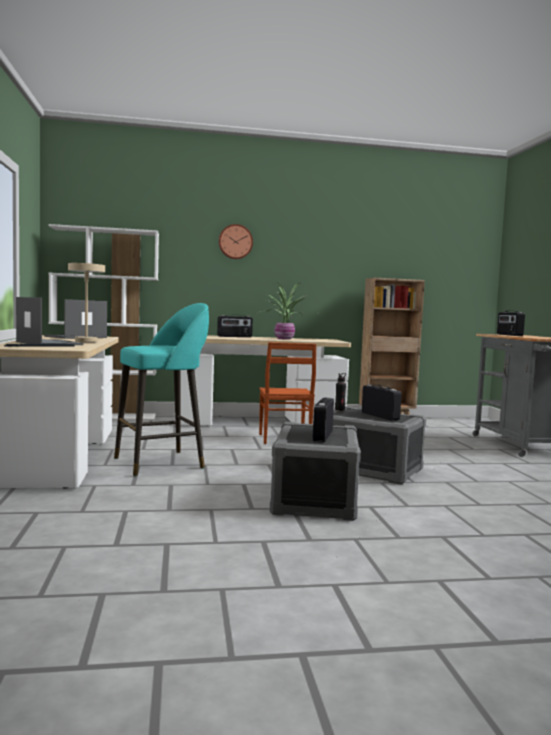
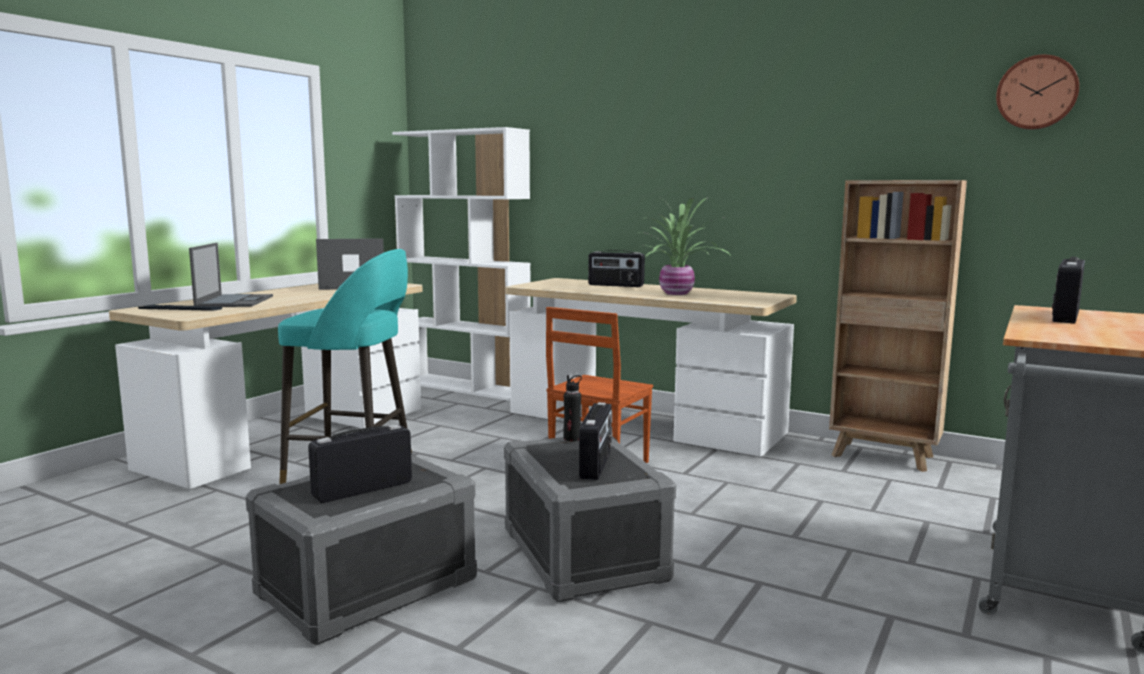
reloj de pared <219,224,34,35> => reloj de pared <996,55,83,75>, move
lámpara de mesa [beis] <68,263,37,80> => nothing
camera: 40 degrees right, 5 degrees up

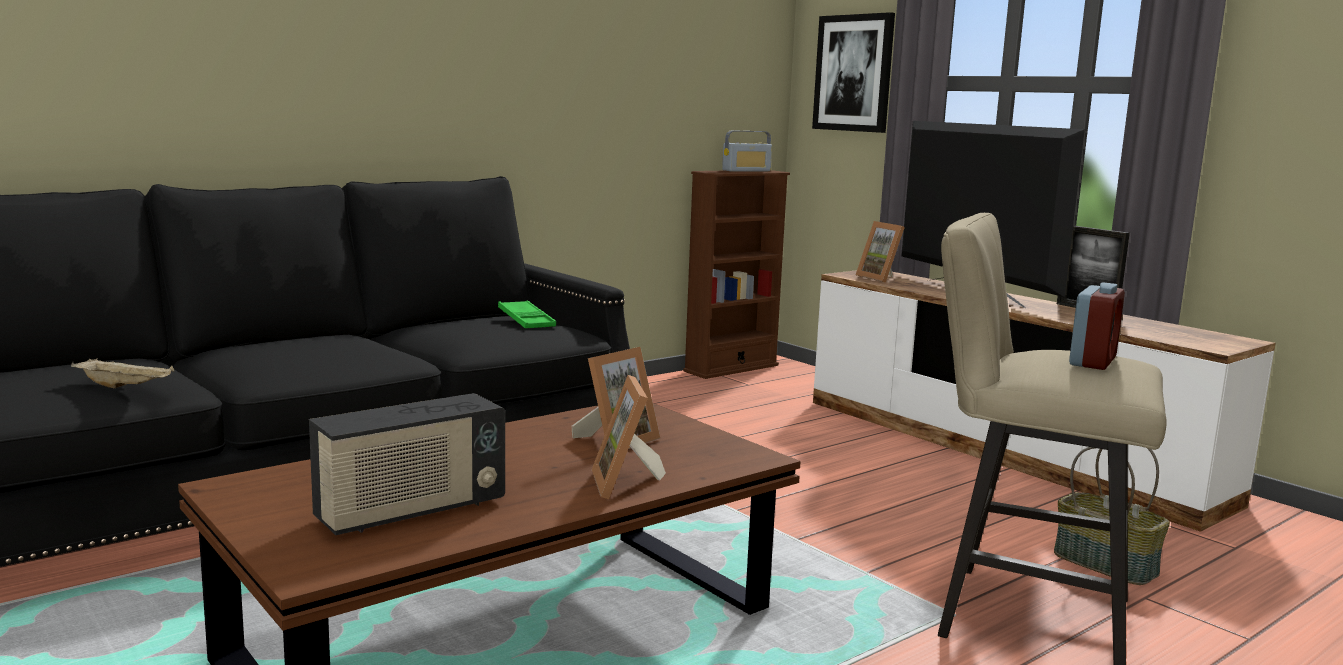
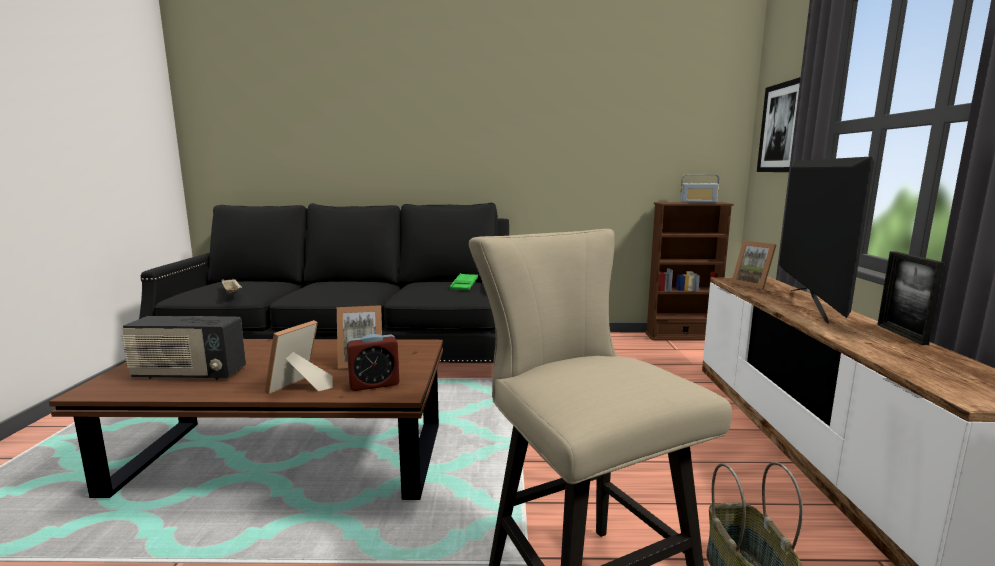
portarretratos <856,221,49,62> => portarretratos <731,240,45,50>, 45 degrees counterclockwise
despertador <1069,282,56,88> => despertador <346,334,53,57>, move
camera: 40 degrees right, 0 degrees up

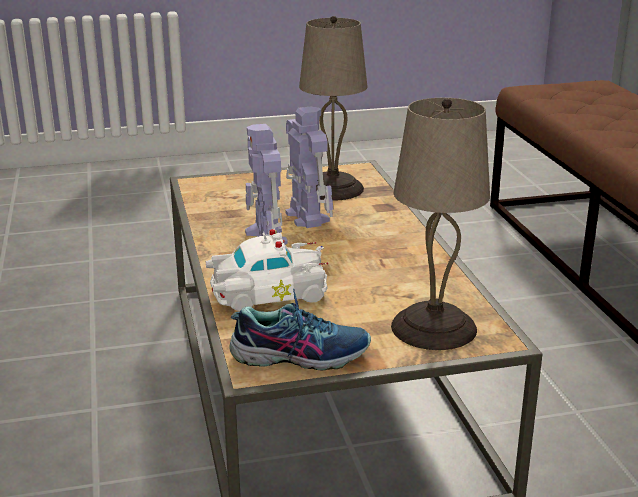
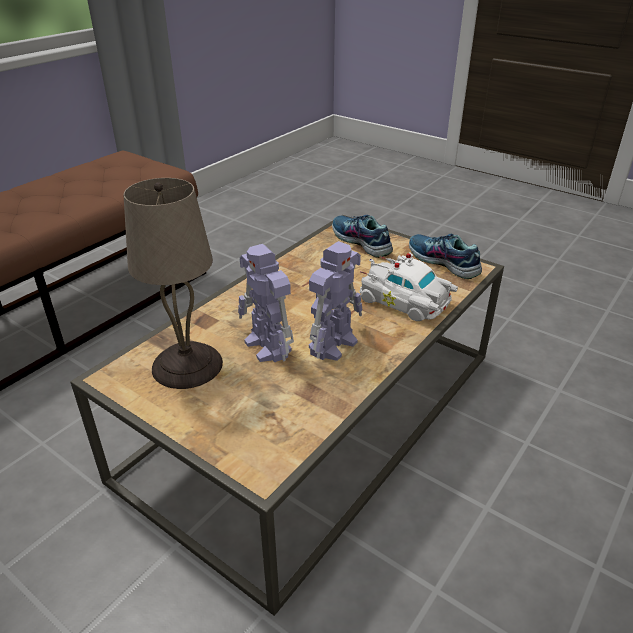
lámpara de mesa [beis] <391,98,99,252> => zapato <332,215,61,43>
robot de juguete <286,106,47,122> => robot de juguete <238,244,56,119>, 60 degrees counterclockwise
camera: 130 degrees left, 10 degrees up

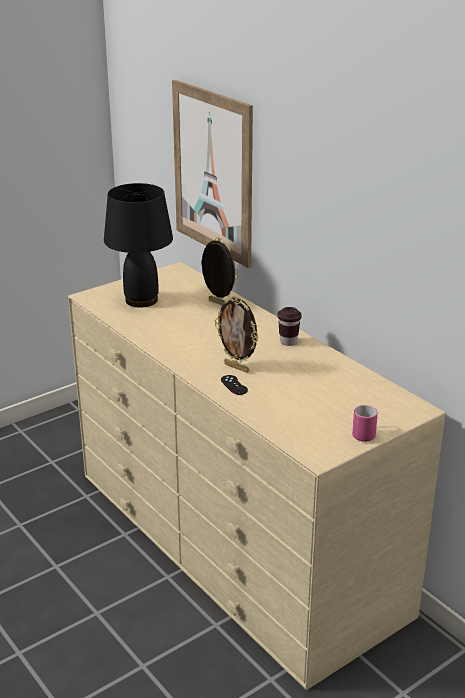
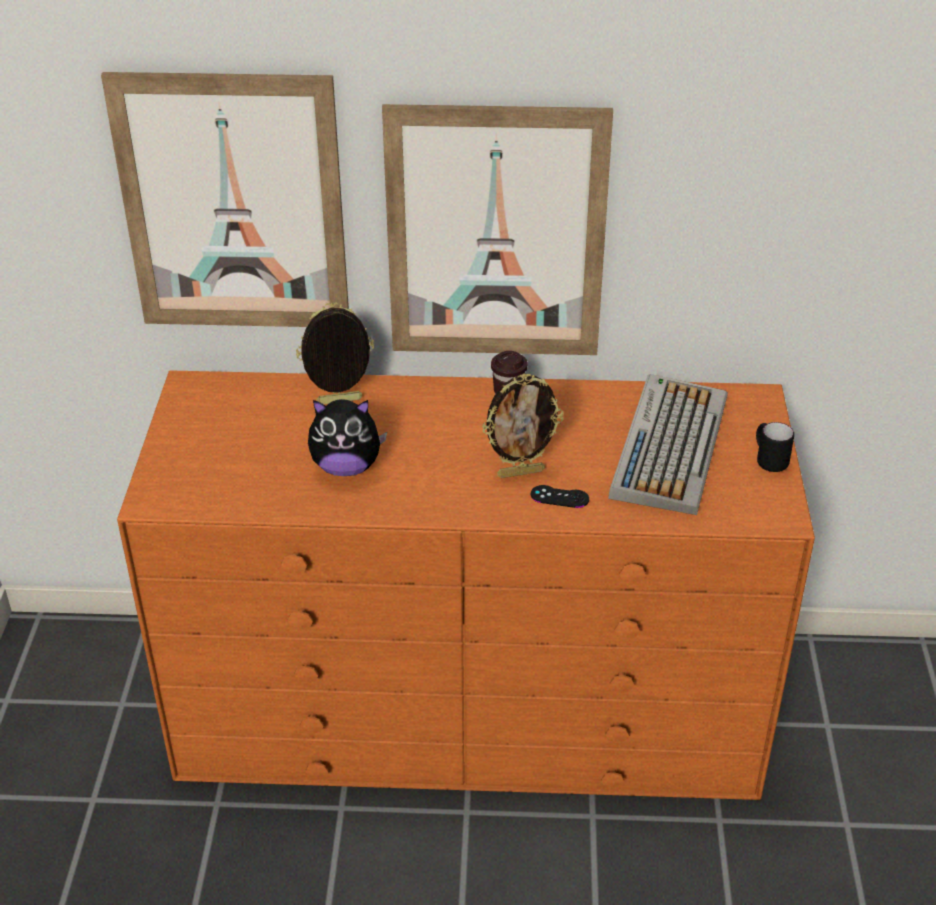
lámpara de mesa [negro] <104,183,69,125> => nothing
cómoda [beis] <68,262,378,428> => cómoda [naranja] <117,370,698,430>
taza grande [rosa] <352,405,26,37> => taza grande [negro] <756,422,38,50>
nothing => cuadro <382,104,231,251>
nothing => teclado <608,374,120,141>
nothing => peluche <308,399,79,77>
camera: 50 degrees left, 10 degrees up

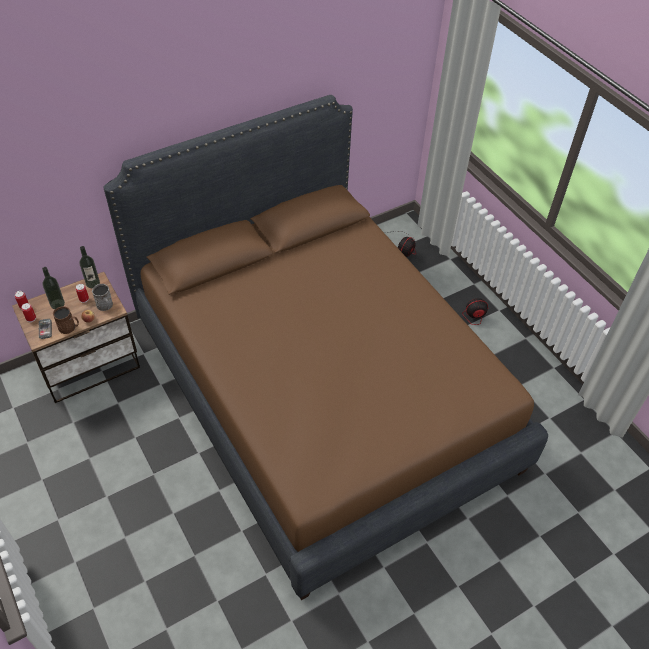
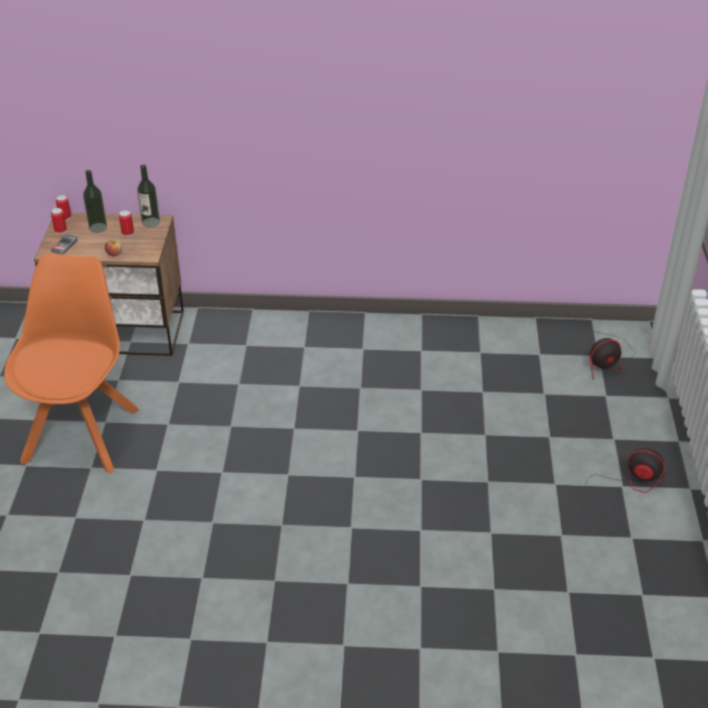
cama [marrón] <104,95,444,505> => nothing
taza grande [gris] <92,284,21,27> => nothing
taza grande [marrón] <53,306,26,28> => nothing
nothing => silla [naranja] <4,253,135,221>
camera: 35 degrees right, 10 degrees down

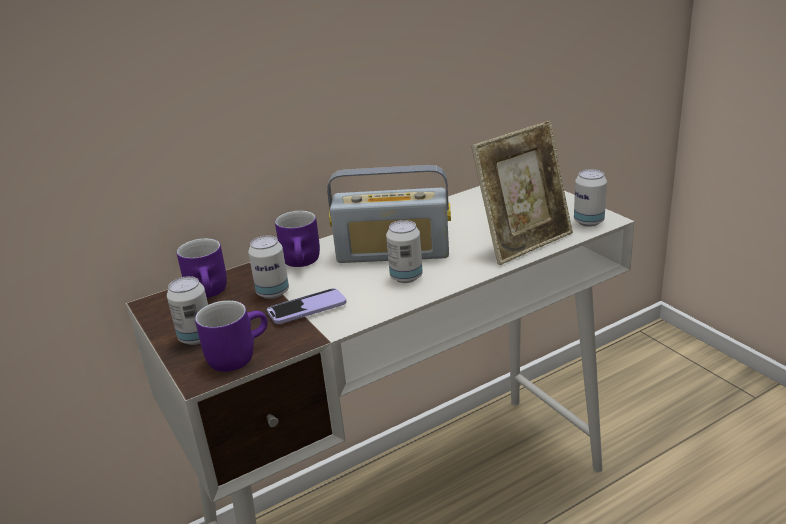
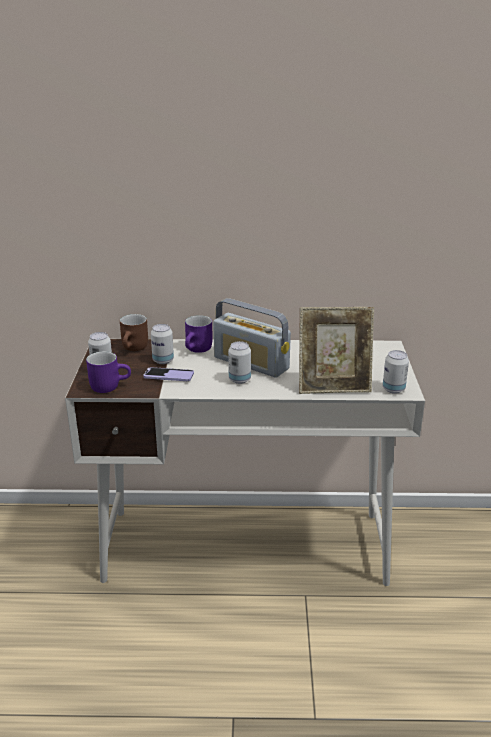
taza grande [morado] <177,238,50,60> => taza grande [marrón] <120,314,28,37>
camera: 30 degrees right, 0 degrees up

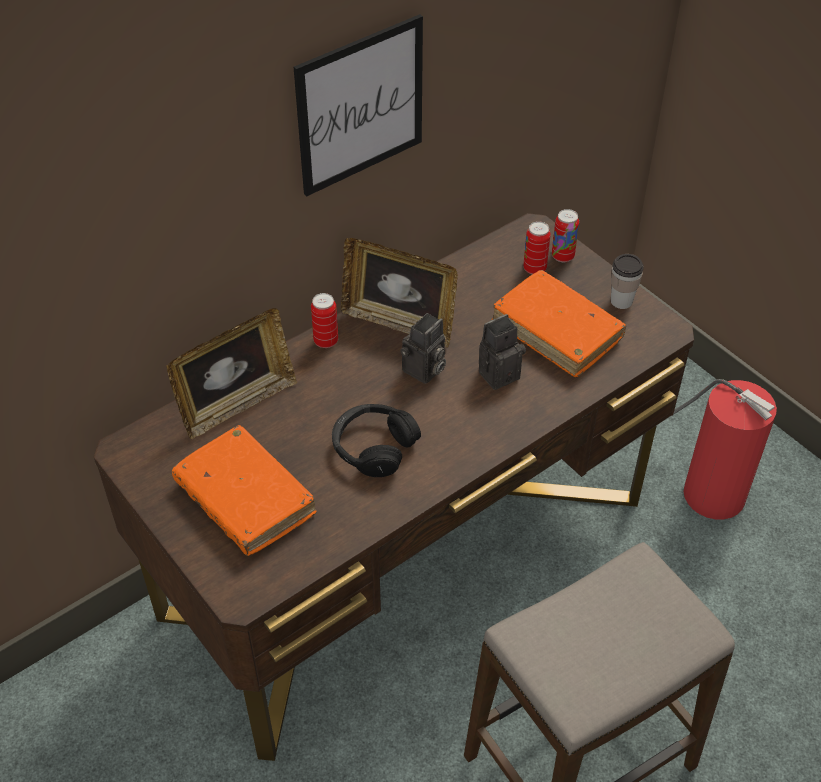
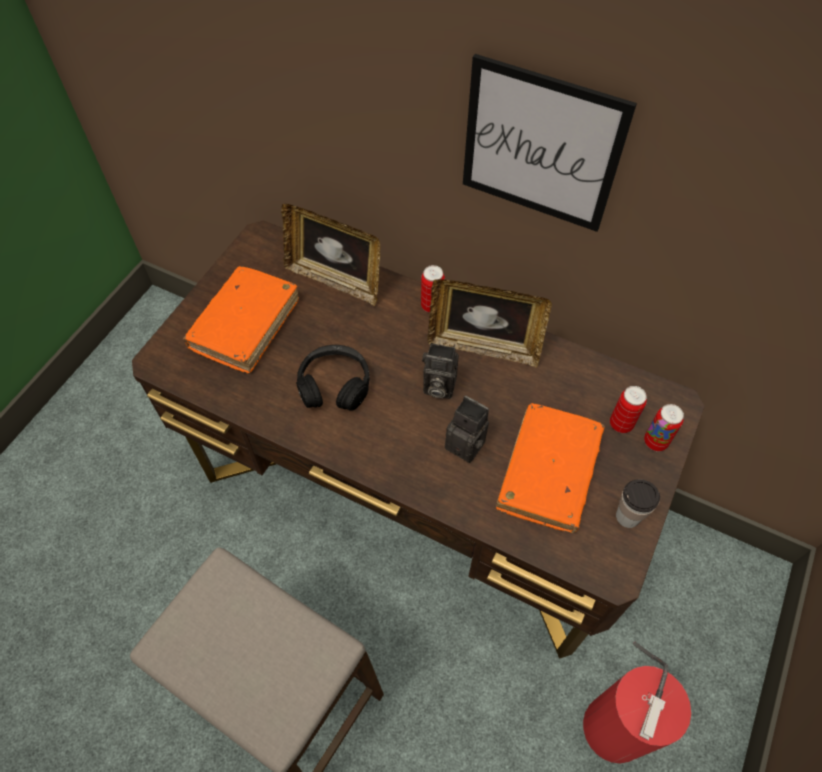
portarretratos <341,238,117,109> => portarretratos <427,279,125,88>, 75 degrees counterclockwise
camera: 65 degrees right, 10 degrees up

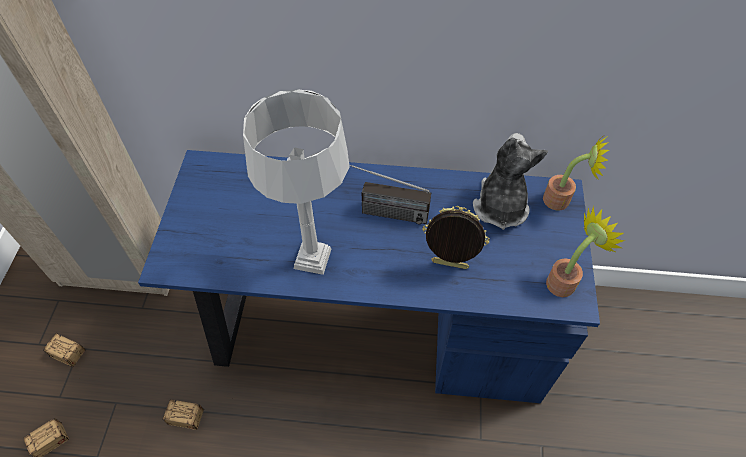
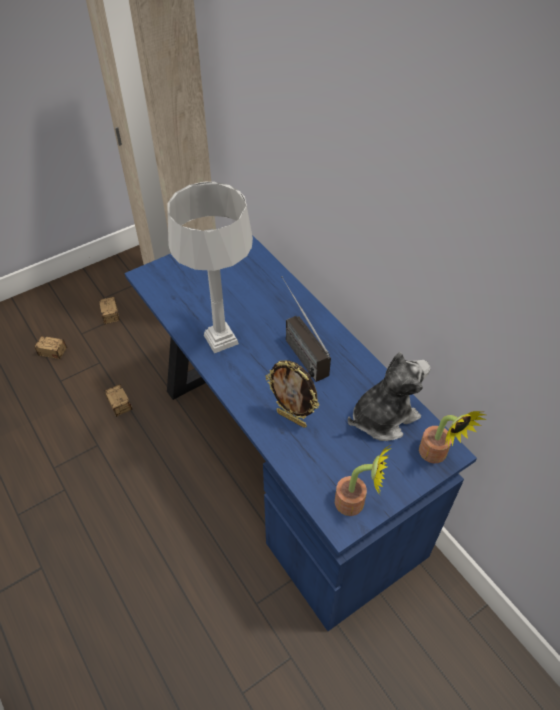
portarretratos <422,206,68,63> => portarretratos <265,360,54,68>, 150 degrees clockwise
camera: 50 degrees right, 5 degrees down

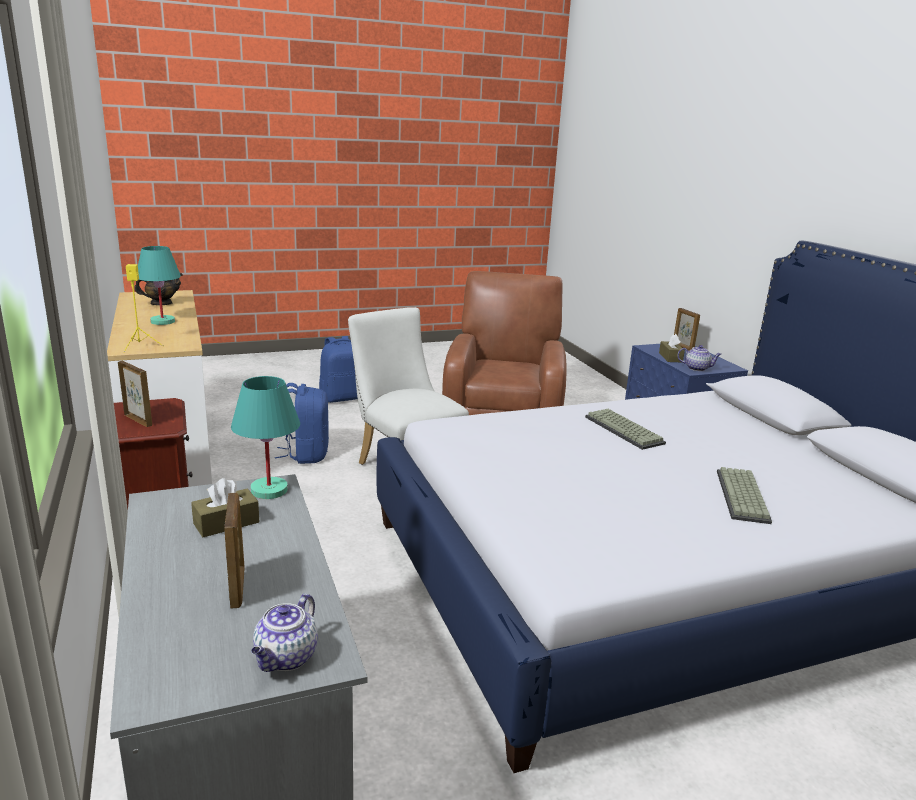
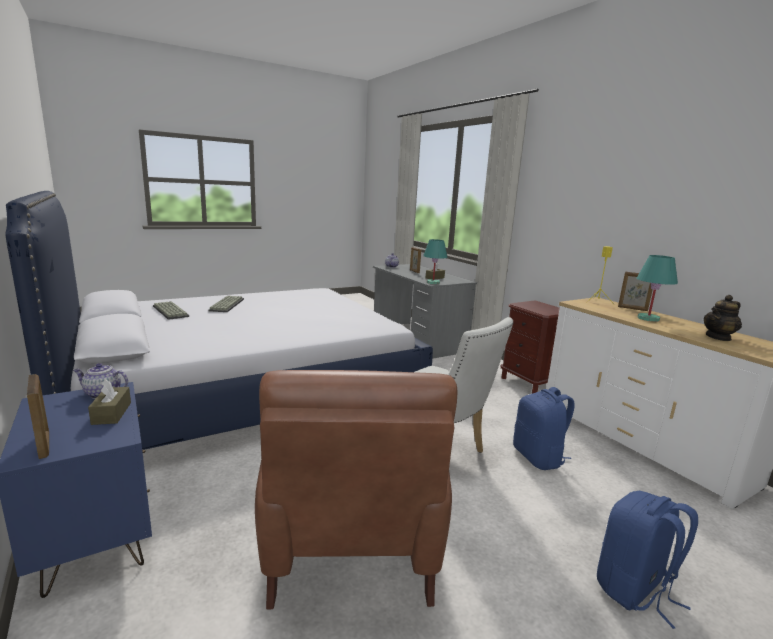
portarretratos <118,361,34,66> => portarretratos <618,272,35,39>, move
teclado <585,409,81,41> => teclado <153,301,36,19>, move
camera: 170 degrees right, 5 degrees down

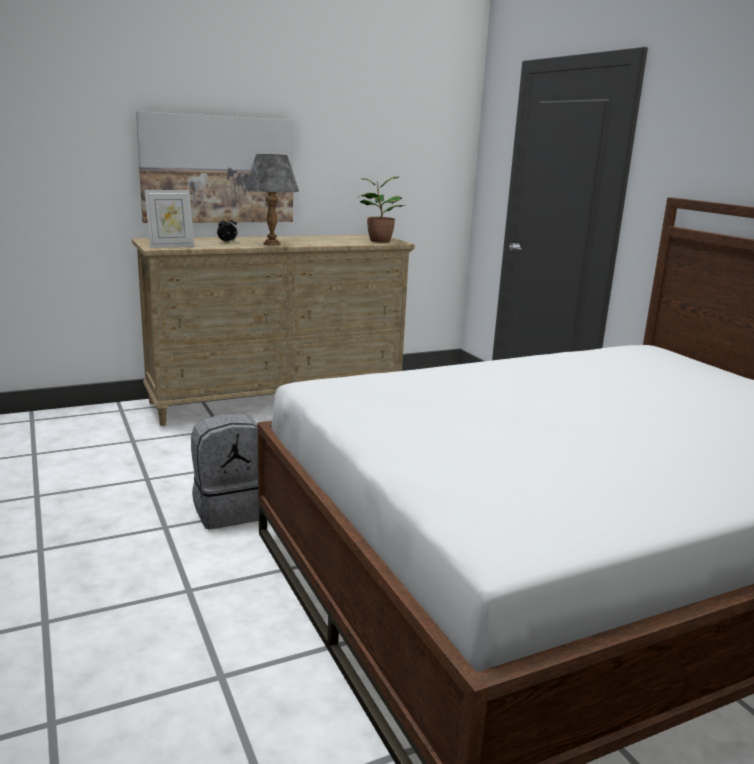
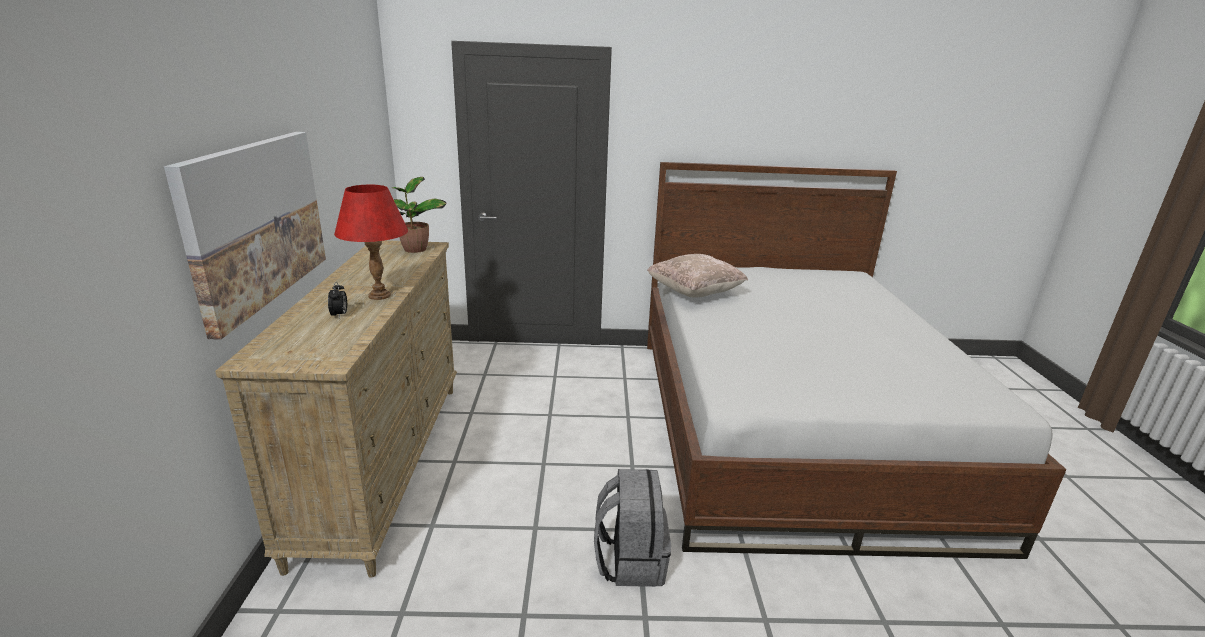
lámpara de mesa [gris] <245,154,54,91> => lámpara de mesa [rojo] <334,185,74,115>
portarretratos <145,190,49,58> => nothing
nothing => cojín [beis] <647,254,101,44>
camera: 65 degrees left, 5 degrees up

